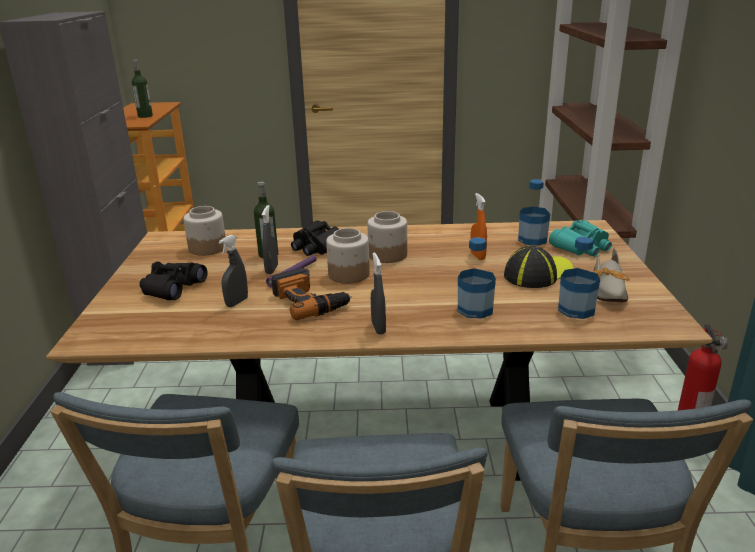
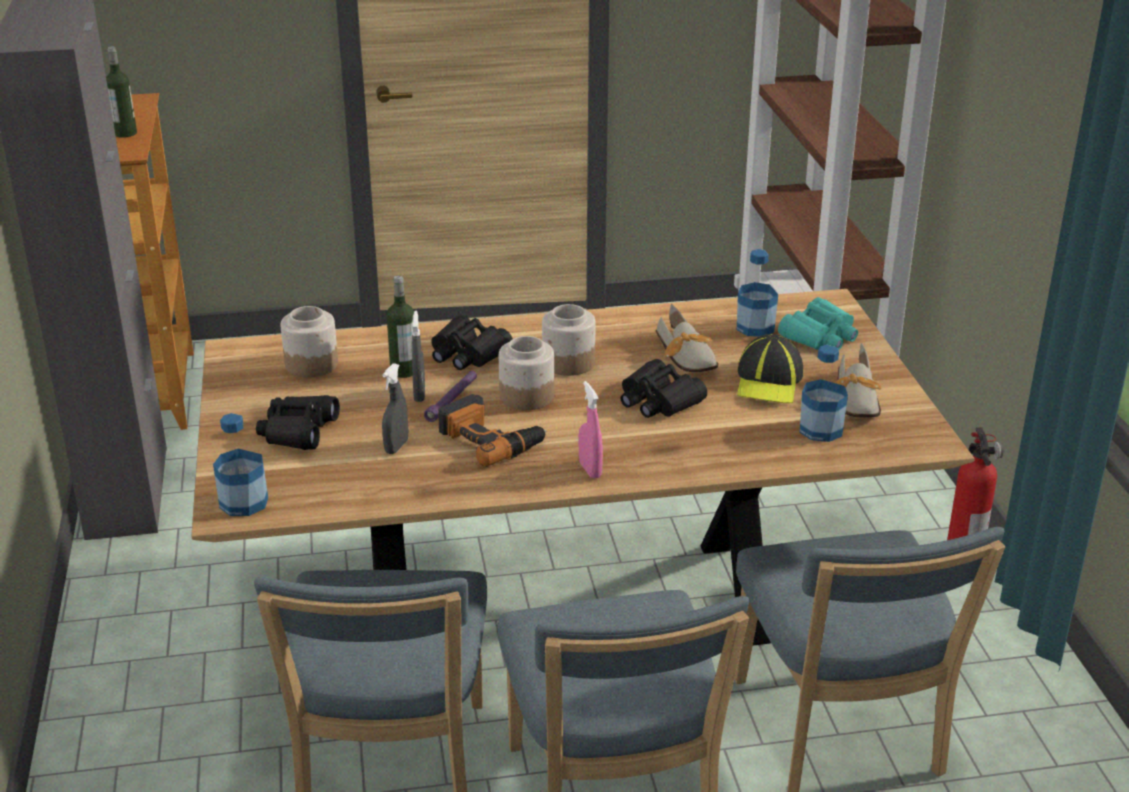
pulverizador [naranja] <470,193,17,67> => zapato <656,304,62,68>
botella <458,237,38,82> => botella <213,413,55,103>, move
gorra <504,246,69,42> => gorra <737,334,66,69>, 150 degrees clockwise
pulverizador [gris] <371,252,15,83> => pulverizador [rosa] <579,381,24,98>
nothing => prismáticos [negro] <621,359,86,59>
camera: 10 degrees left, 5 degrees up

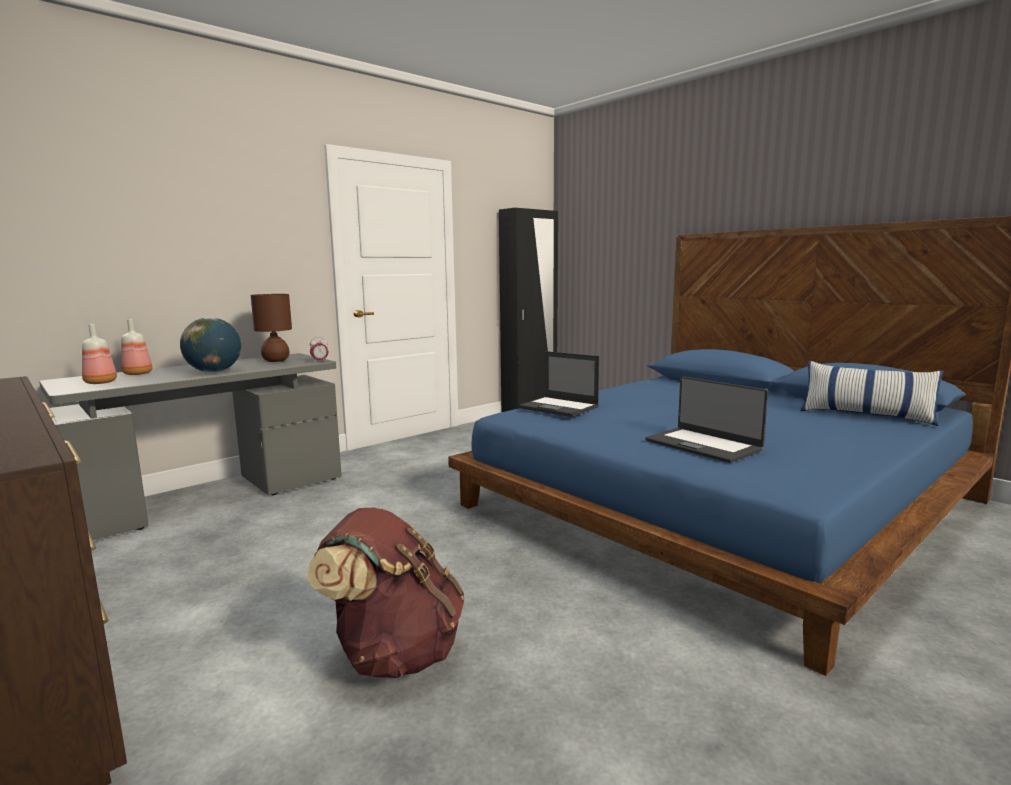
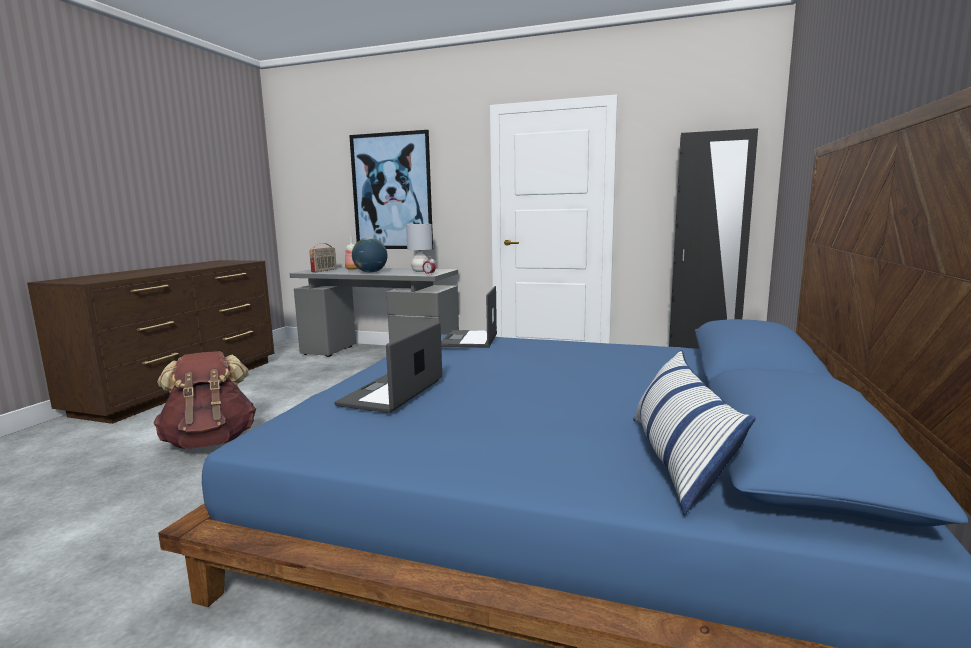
lámpara de mesa [marrón] <251,294,41,68> => lámpara de mesa [gris] <406,224,27,48>
botella <82,324,35,60> => radio <309,243,28,29>
nothing => cuadro <349,130,84,119>
camera: 60 degrees right, 0 degrees up

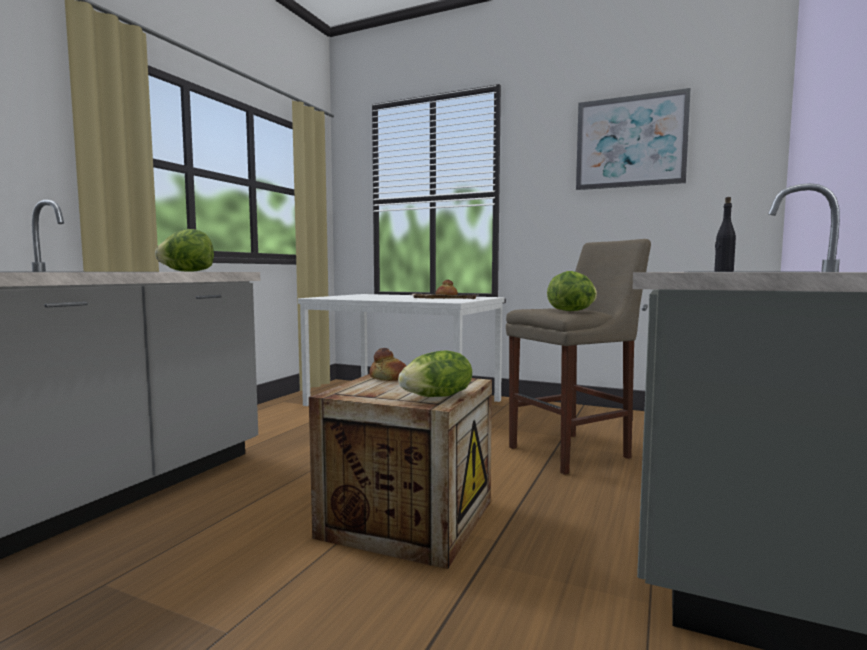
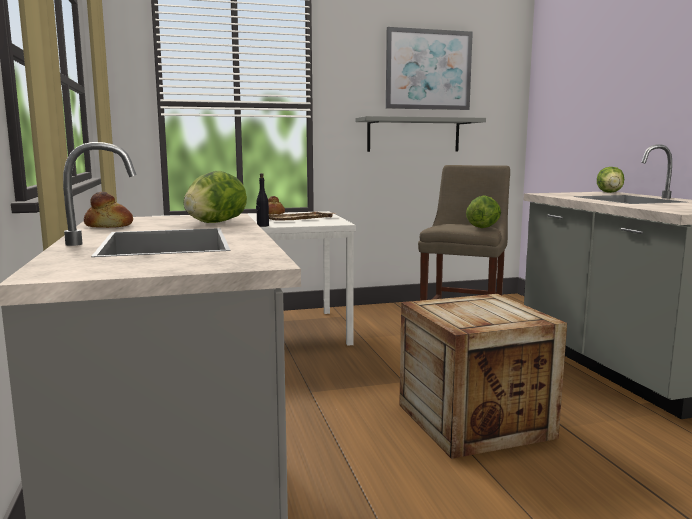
botella [negro] <714,197,22,75> => botella [negro] <256,173,13,54>, move
pan <369,348,37,33> => pan <84,192,49,36>, move
lechuga <398,350,74,47> => lechuga <597,167,27,26>, move
nothing => estante [gris] <356,116,130,36>
camera: 40 degrees left, 5 degrees up

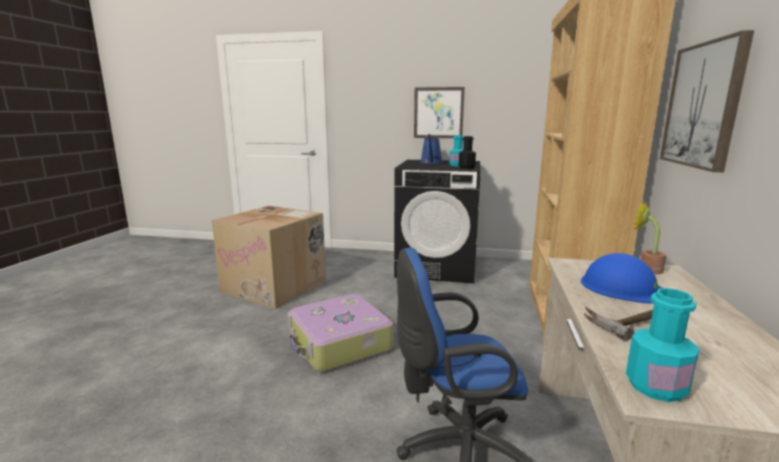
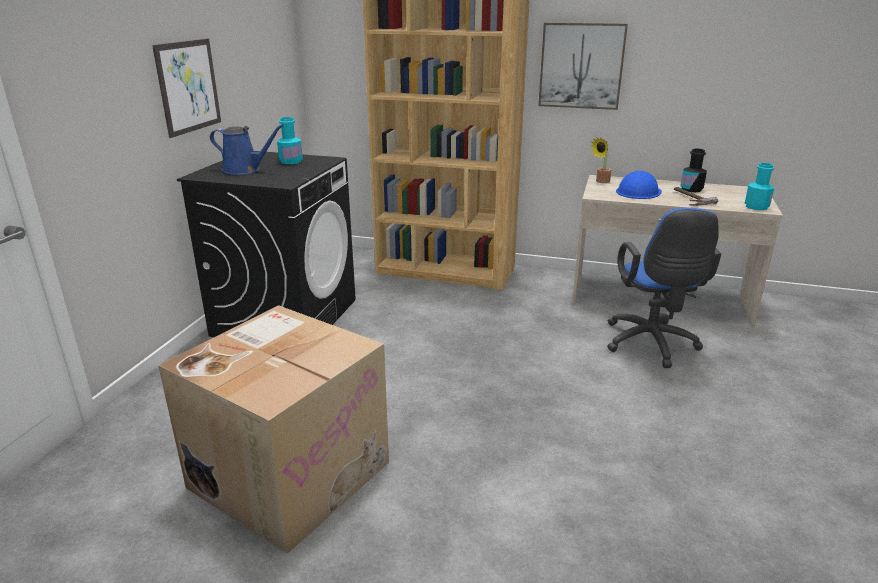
botella [negro] <459,136,17,33> => botella [negro] <680,149,27,43>, move
maleta <288,294,105,78> => nothing
camera: 85 degrees left, 10 degrees up

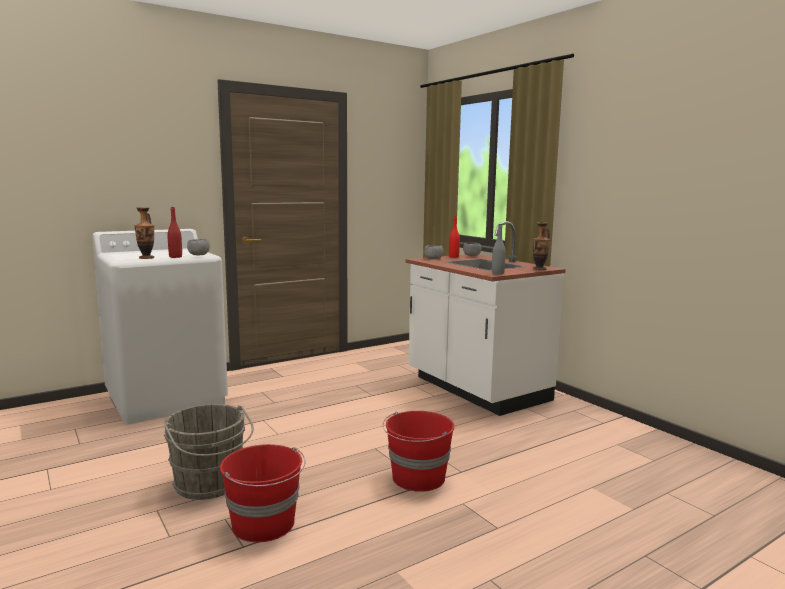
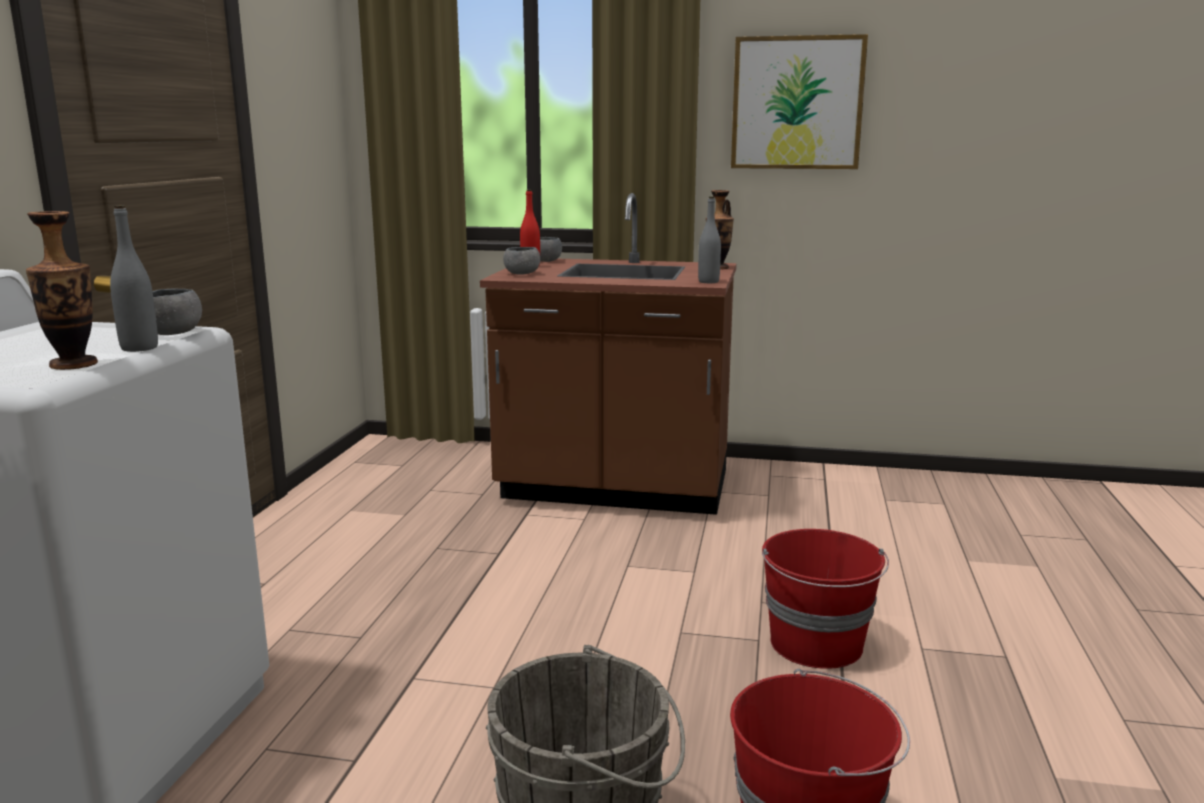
botella [rojo] <168,207,14,51> => botella [gris] <110,205,48,147>
mueble bajo de cocina [blanco] <405,221,160,195> => mueble bajo de cocina [marrón] <480,193,257,322>
nothing => cuadro <731,34,137,135>
camera: 45 degrees left, 5 degrees up

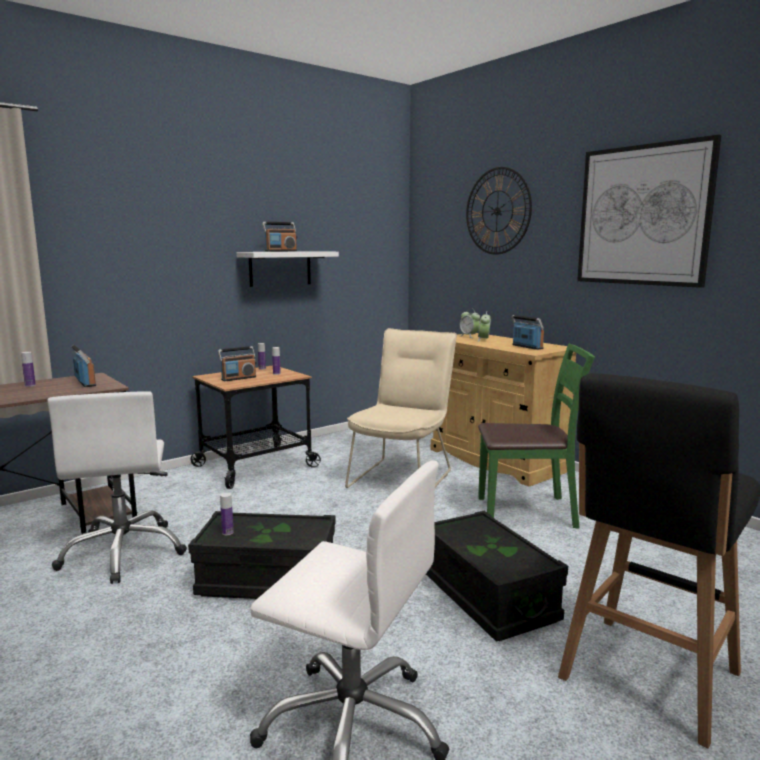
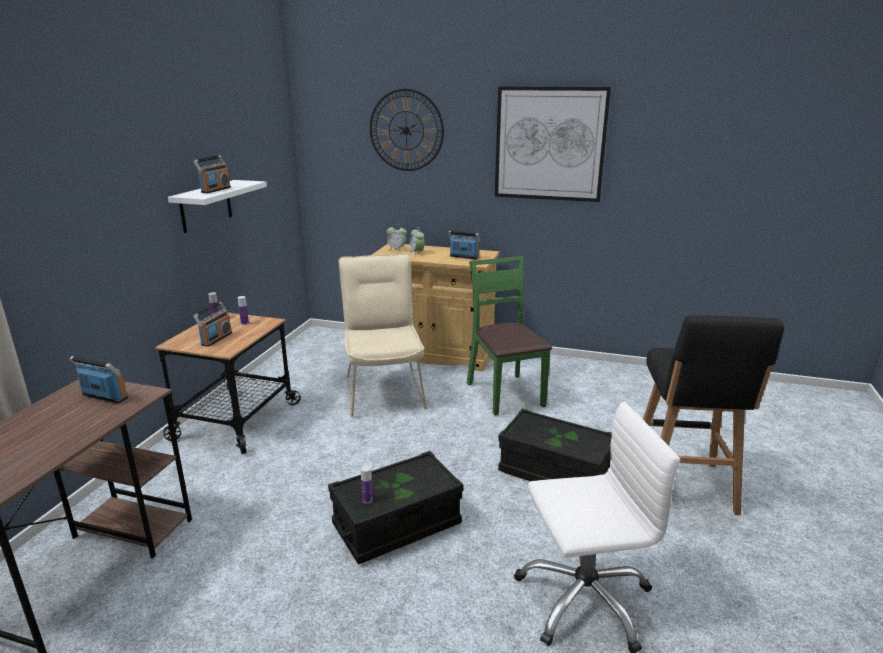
silla [verde] <478,344,117,185> => silla [verde] <467,256,85,160>, 75 degrees counterclockwise
botella <21,352,15,35> => nothing
silla de oficina [blanco] <47,391,140,193> => nothing
camera: 35 degrees left, 10 degrees up

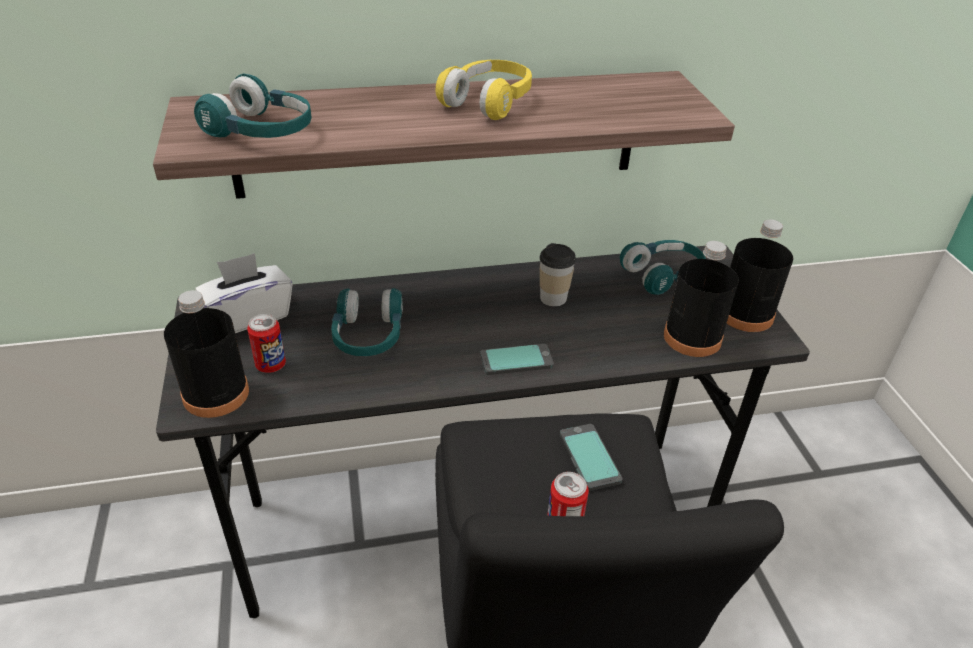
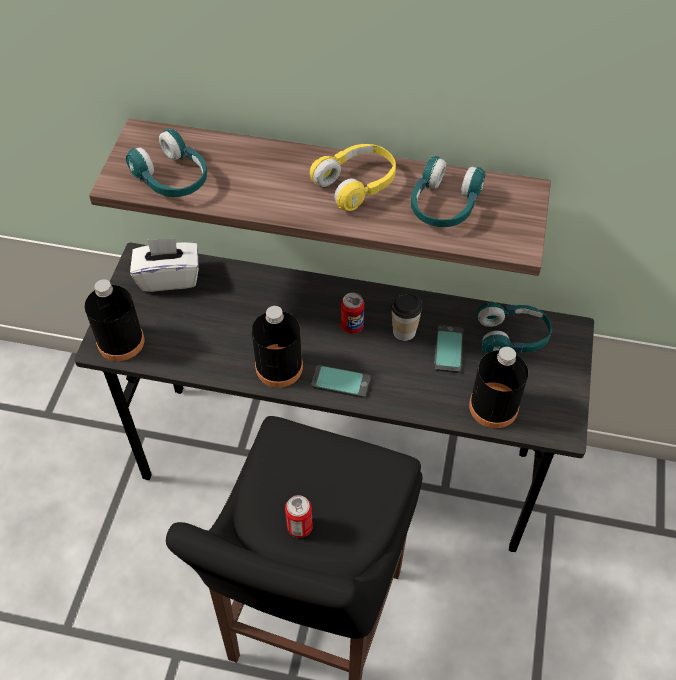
botella [negro] <726,220,67,112> => botella [negro] <252,306,51,82>, move
auriculares [turquesa] <331,288,72,68> => auriculares [turquesa] <411,156,75,71>, move
lata <247,314,39,59> => lata <341,293,23,41>, move
móvil <560,424,62,67> => móvil <434,325,29,48>, move
camera: 25 degrees right, 15 degrees up

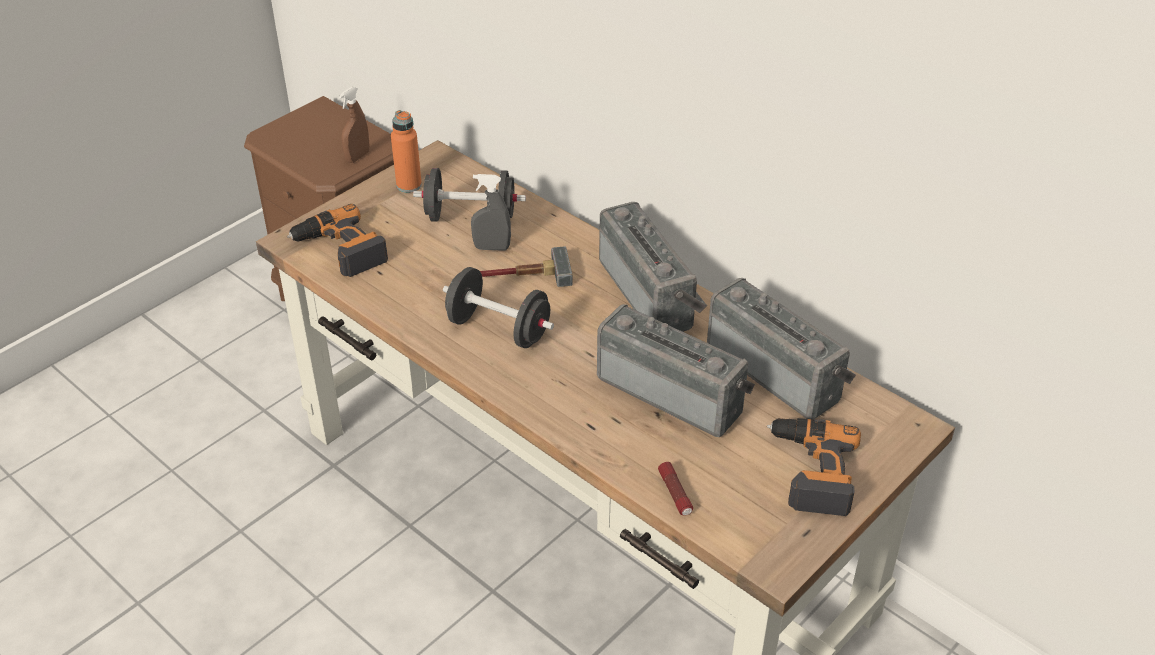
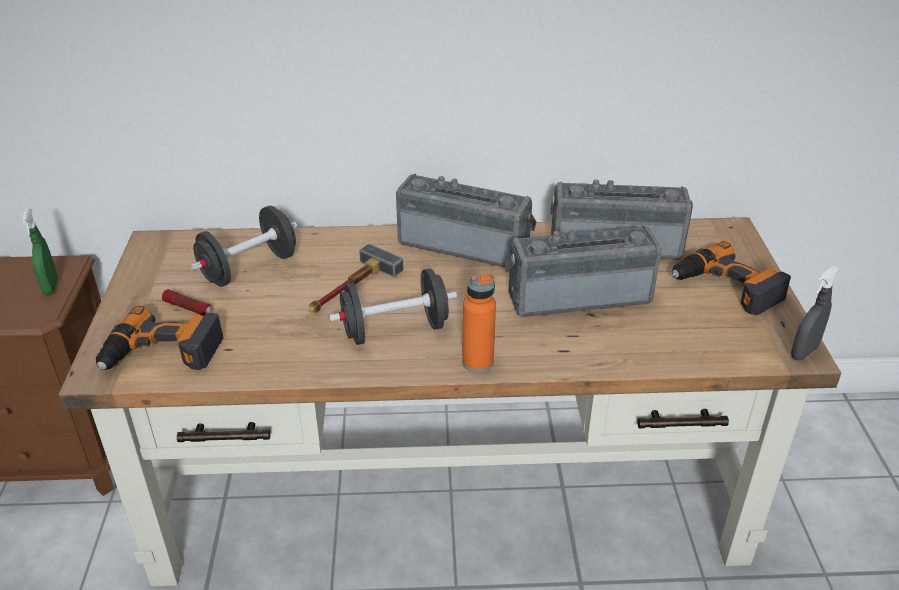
pulverizador [marrón] <339,87,30,76> => pulverizador [verde] <22,209,36,86>
botella [naranja] <391,110,31,83> => botella [naranja] <462,273,34,100>, move
pulverizador [gris] <471,174,40,77> => pulverizador [gris] <791,266,48,95>, move
linterna <658,462,35,54> => linterna <162,289,50,27>, move
camera: 45 degrees left, 5 degrees down

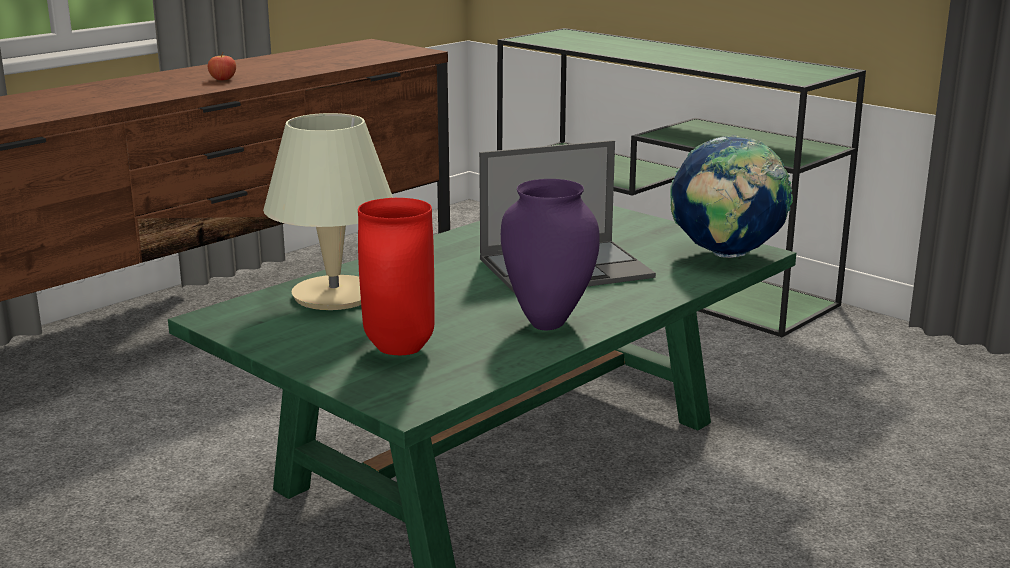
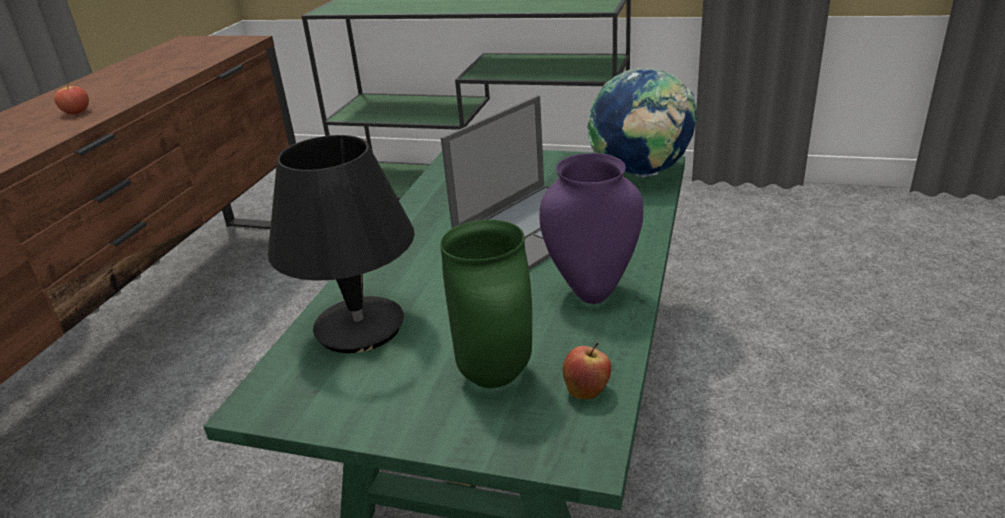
lámpara de mesa [beis] <263,113,130,197> => lámpara de mesa [negro] <268,135,147,218>
florero [rojo] <358,198,76,157> => florero [verde] <440,220,92,168>
nothing => manzana <563,342,48,57>
camera: 25 degrees left, 10 degrees up

